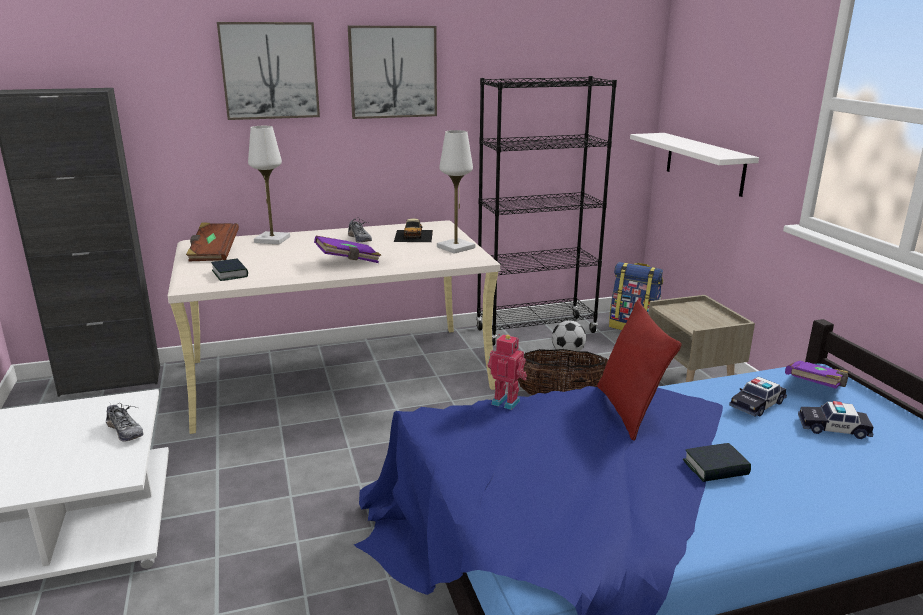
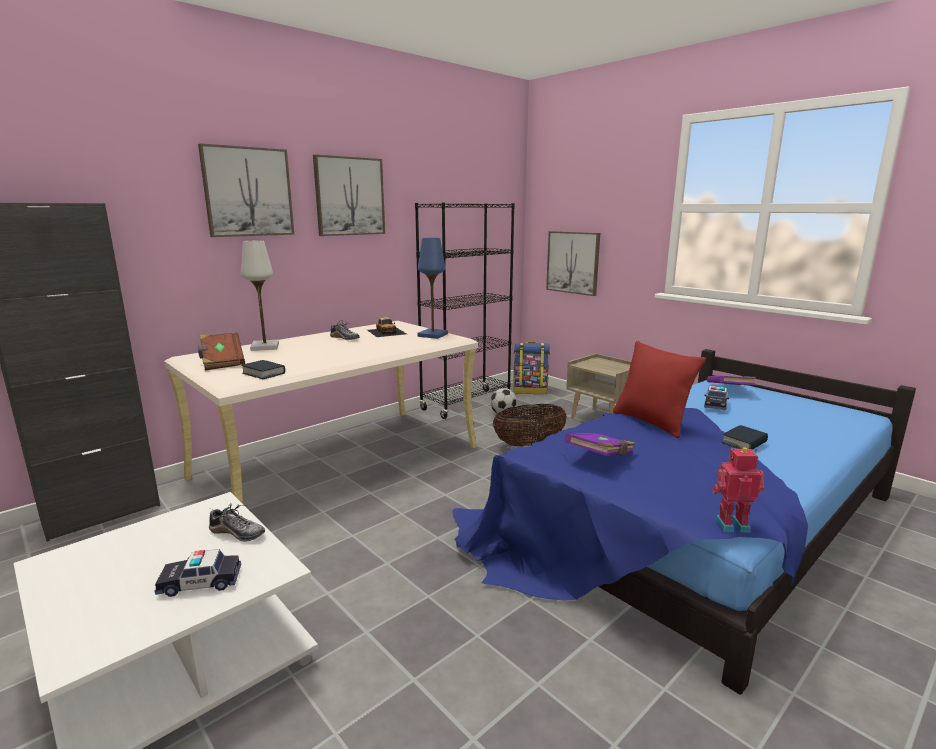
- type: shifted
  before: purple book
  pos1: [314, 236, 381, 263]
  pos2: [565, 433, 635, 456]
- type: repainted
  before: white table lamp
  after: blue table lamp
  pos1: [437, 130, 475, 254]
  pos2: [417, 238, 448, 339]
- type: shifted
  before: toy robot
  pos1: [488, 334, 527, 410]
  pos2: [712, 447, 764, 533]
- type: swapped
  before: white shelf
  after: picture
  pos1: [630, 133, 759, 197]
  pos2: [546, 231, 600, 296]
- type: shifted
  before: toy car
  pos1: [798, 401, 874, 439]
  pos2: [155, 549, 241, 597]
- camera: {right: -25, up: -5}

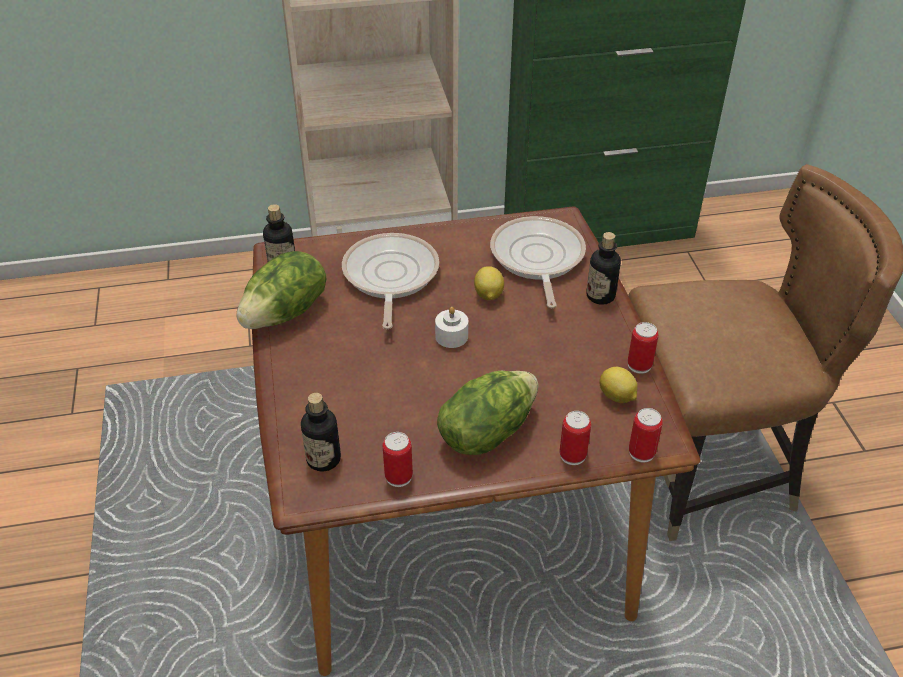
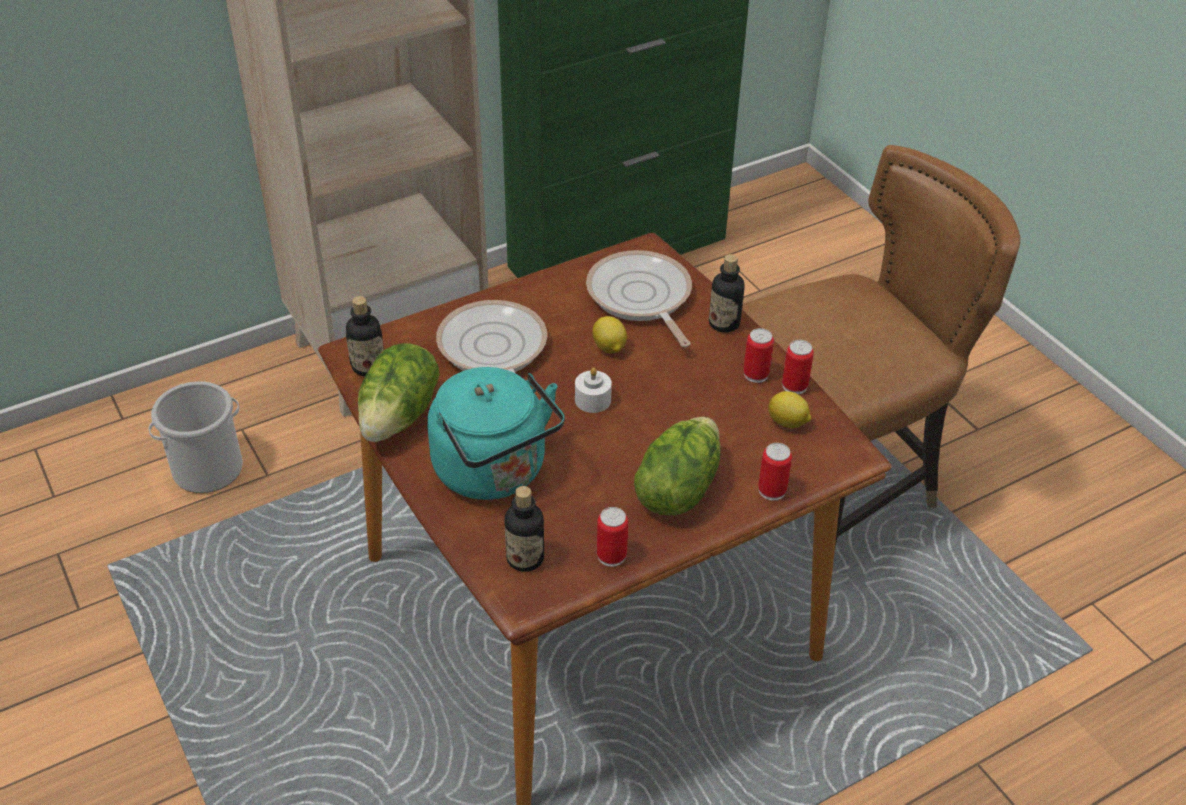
- type: shifted
  before: can
  pos1: [629, 408, 663, 462]
  pos2: [743, 328, 774, 383]
- type: new
  after: bucket
  pos2: [148, 381, 243, 493]
- type: new
  after: turquoise kettle
  pos2: [427, 367, 565, 500]
- camera: {right: -20, up: 0}

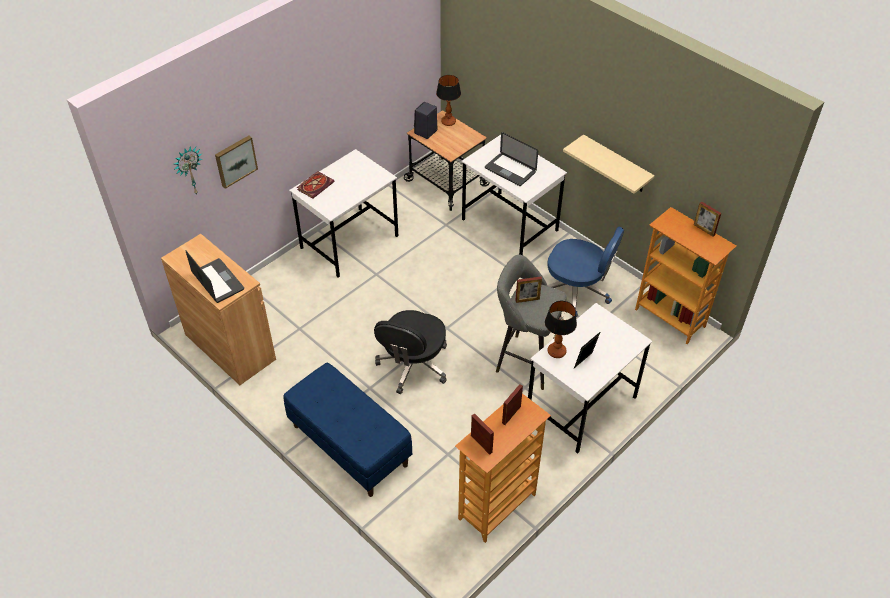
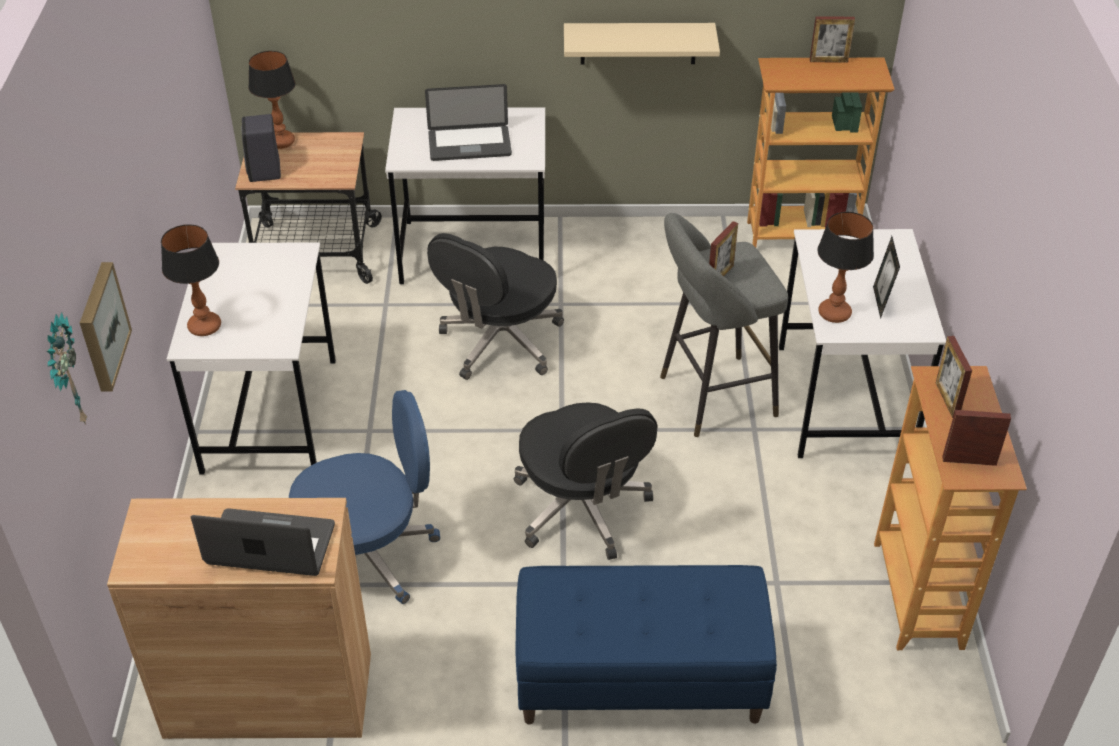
- type: swapped
  before: book
  after: table lamp
  pos1: [297, 171, 334, 199]
  pos2: [161, 224, 221, 336]
- type: shifted
  before: blue office chair
  pos1: [547, 227, 624, 317]
  pos2: [289, 390, 440, 604]
- type: new
  after: black office chair
  pos2: [427, 233, 564, 380]
- camera: {right: -45, up: -5}

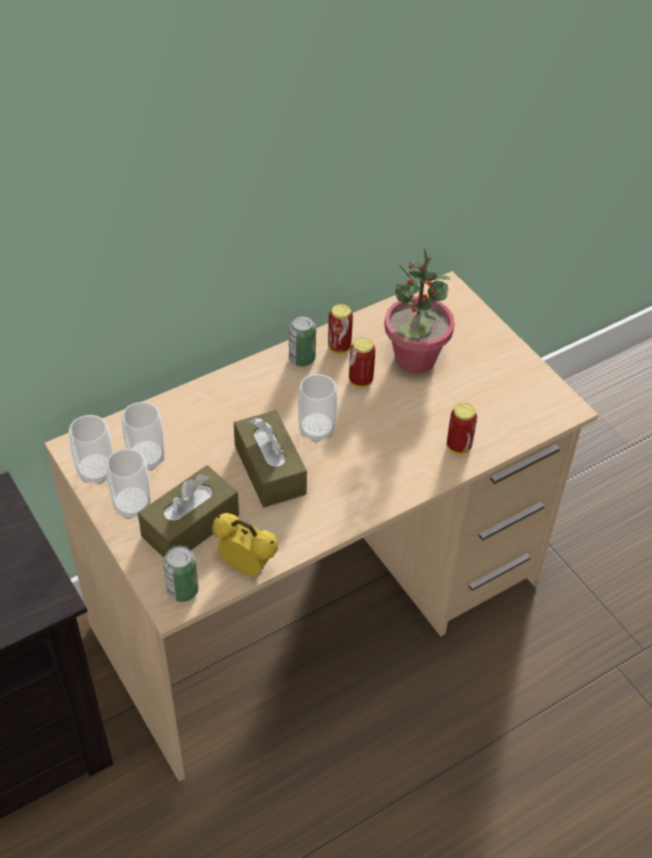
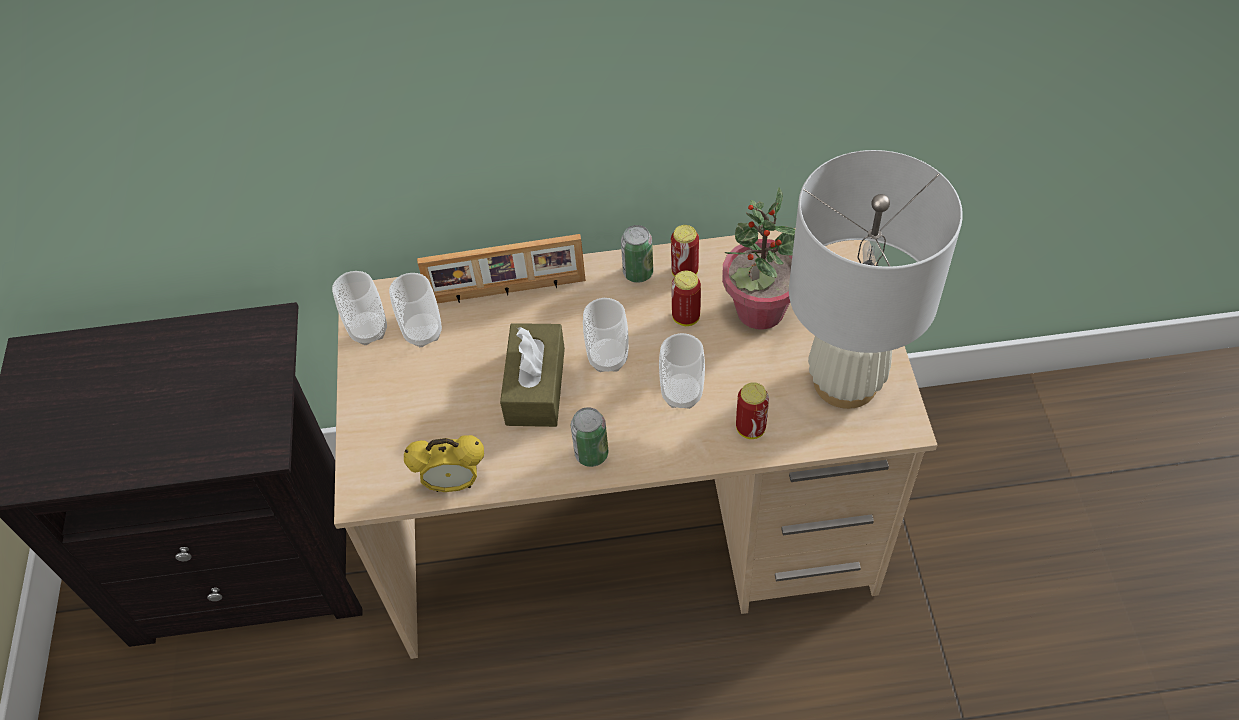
- type: shifted
  before: cup
  pos1: [106, 449, 151, 519]
  pos2: [659, 333, 705, 409]
- type: gone
  before: brown tissue box
  pos1: [138, 465, 239, 558]
- type: shifted
  before: can
  pos1: [163, 546, 199, 602]
  pos2: [571, 407, 608, 467]
- type: rotated
  before: alarm clock
  pos1: [212, 513, 278, 575]
  pos2: [404, 435, 484, 492]
  turn: 120
- type: new
  after: picture frame
  pos2: [417, 234, 586, 304]
- type: new
  after: white table lamp
  pos2: [789, 150, 963, 409]
- camera: {right: 30, up: 5}

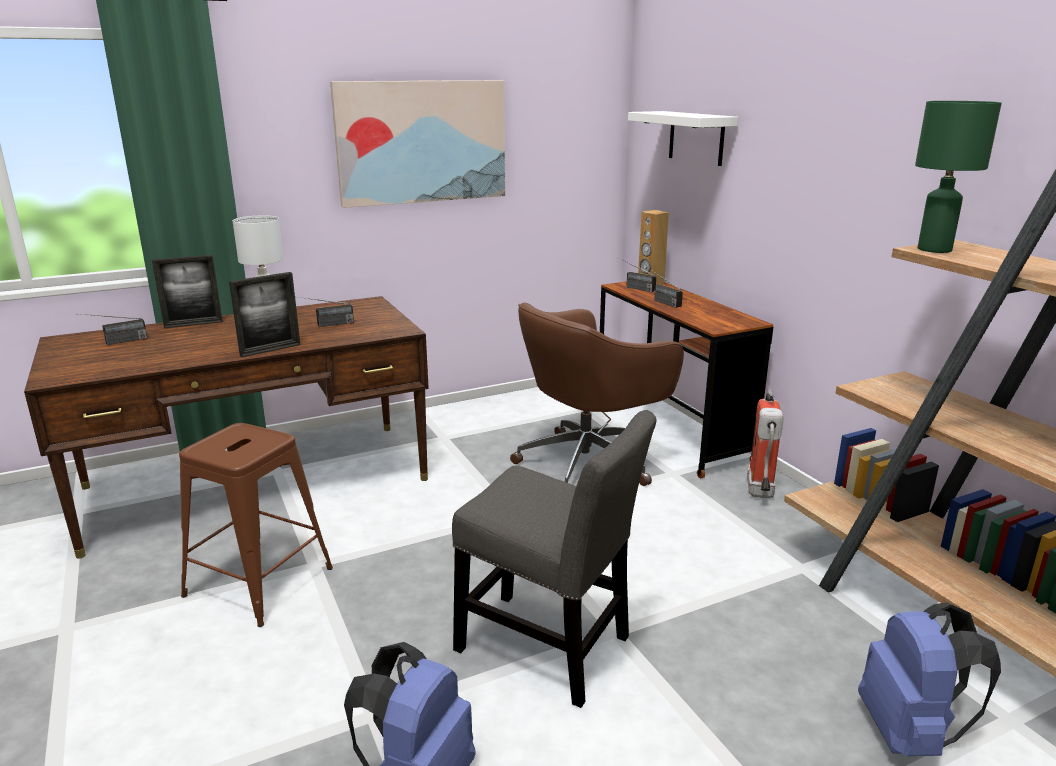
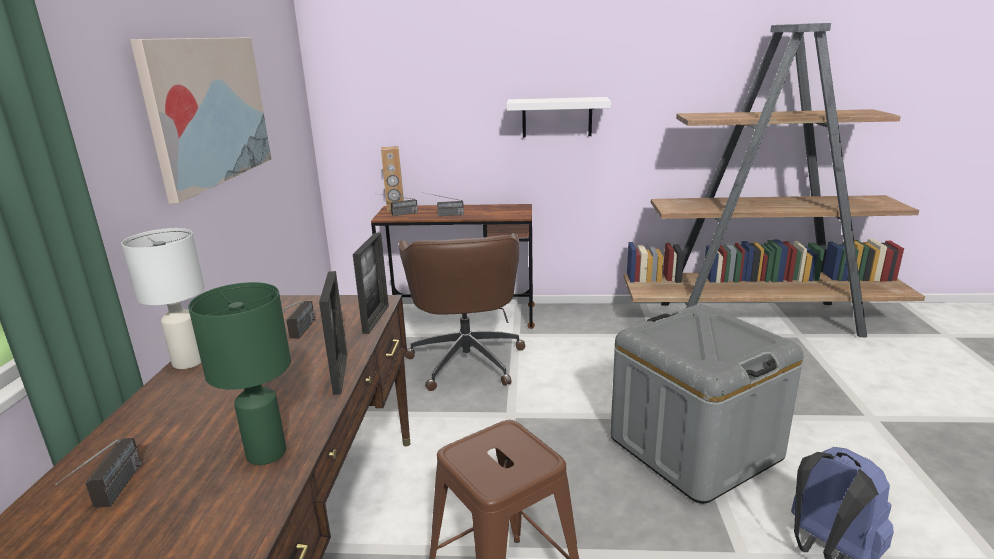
- type: shifted
  before: picture frame
  pos1: [152, 255, 223, 328]
  pos2: [353, 233, 389, 334]
- type: swapped
  before: grey chair
  after: grey storage box
  pos1: [452, 410, 656, 708]
  pos2: [611, 304, 803, 504]
- type: shifted
  before: white shelf
  pos1: [628, 111, 738, 166]
  pos2: [506, 97, 611, 138]
- type: gone
  before: fire extinguisher
  pos1: [747, 389, 784, 498]
- type: gone
  before: blue backpack
  pos1: [858, 602, 1001, 756]
- type: shifted
  before: green table lamp
  pos1: [915, 101, 1002, 253]
  pos2: [188, 282, 291, 465]
- camera: {right: -60, up: 0}

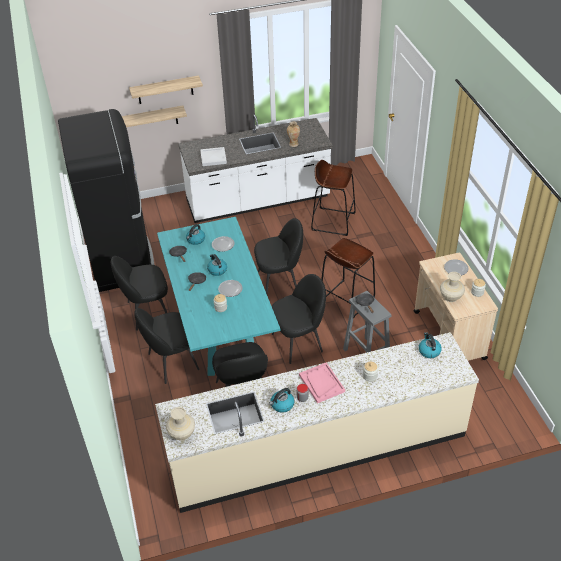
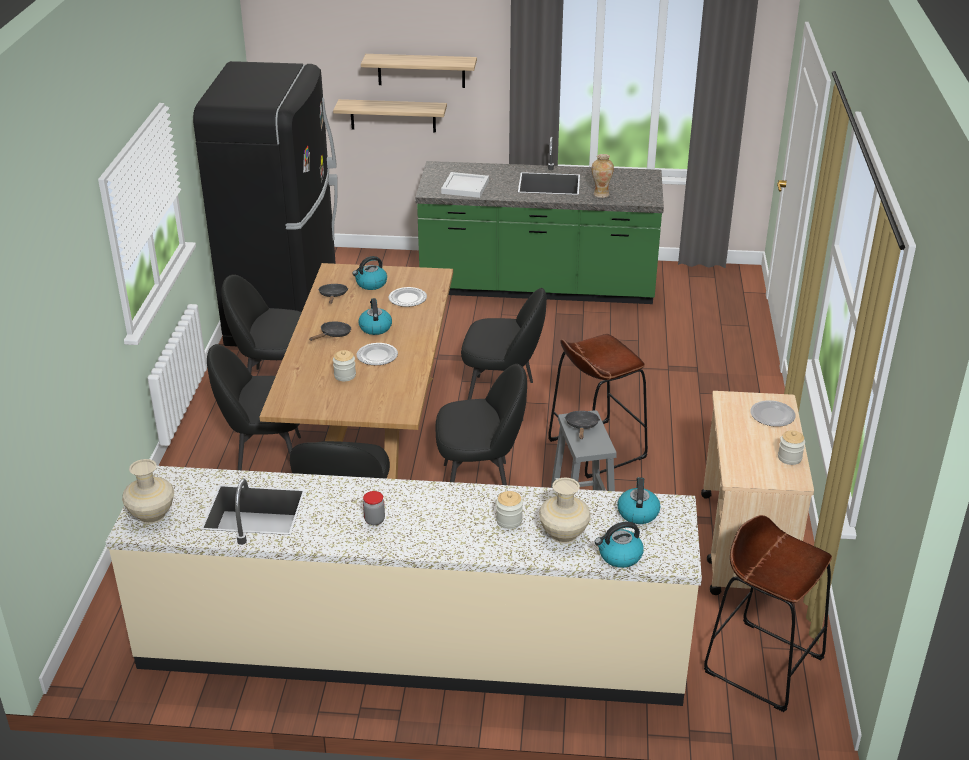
- type: repainted
  before: turquoise dining table
  after: brown dining table
  pos1: [157, 217, 280, 376]
  pos2: [259, 263, 453, 479]
- type: repainted
  before: white counter
  after: green counter
  pos1: [178, 115, 333, 223]
  pos2: [415, 137, 664, 304]
- type: shifted
  before: kettle
  pos1: [269, 388, 294, 413]
  pos2: [595, 522, 644, 568]
- type: gone
  before: pink tray
  pos1: [299, 362, 345, 403]
- type: shifted
  before: brown stool
  pos1: [311, 160, 356, 236]
  pos2: [704, 515, 832, 712]
- type: shifted
  before: beige vase
  pos1: [440, 272, 465, 302]
  pos2: [539, 477, 591, 544]
- camera: {right: 20, up: -10}

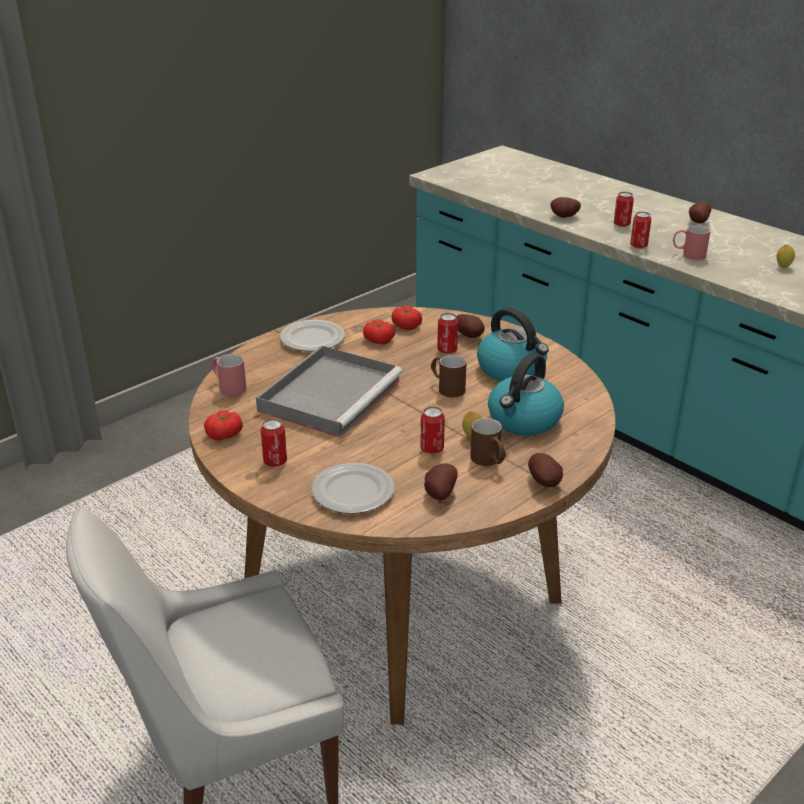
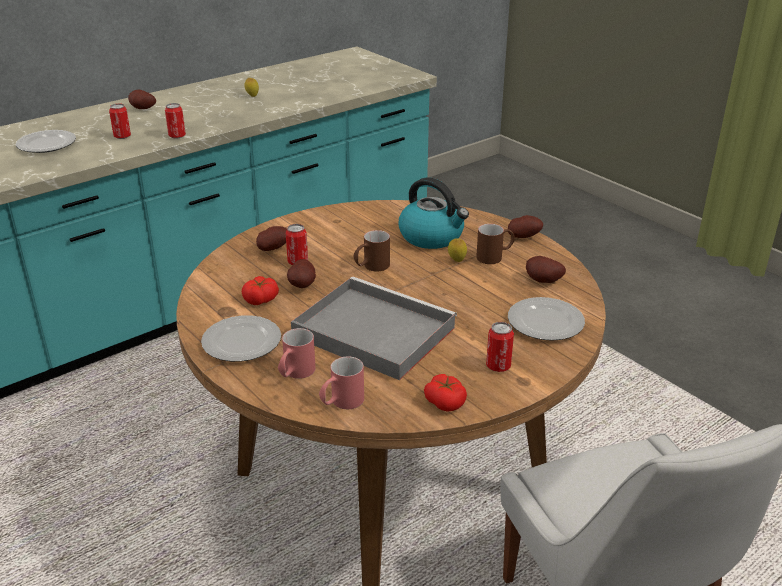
- type: gone
  before: tomato
  pos1: [391, 305, 422, 330]
- type: gone
  before: can
  pos1: [421, 406, 445, 454]
- type: gone
  before: kettle
  pos1: [477, 307, 549, 381]
- type: shifted
  before: potato
  pos1: [551, 197, 581, 218]
  pos2: [287, 259, 316, 288]
- type: shifted
  before: red mug
  pos1: [673, 225, 711, 260]
  pos2: [278, 328, 316, 379]
- type: new
  after: plate
  pos2: [16, 130, 76, 153]
- camera: {right: -85, up: 0}

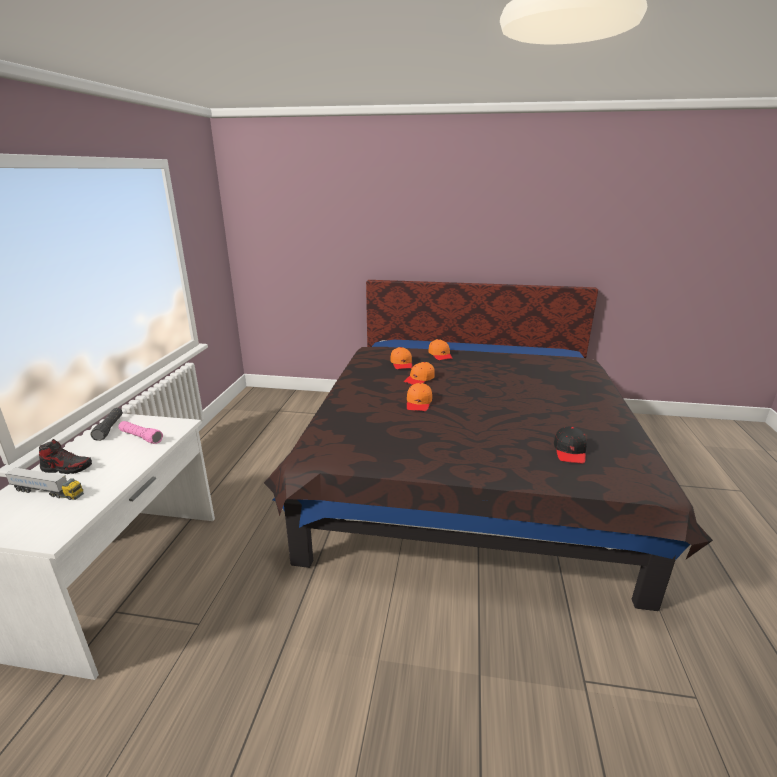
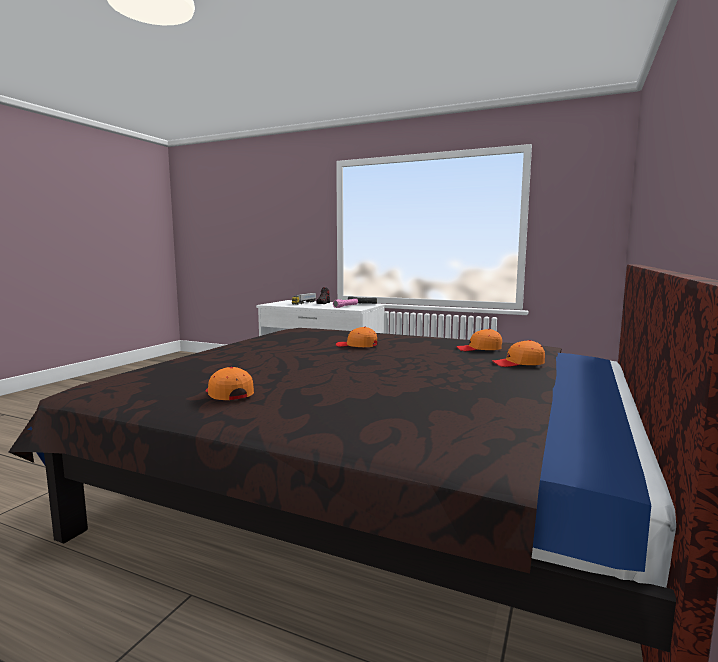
- type: shifted
  before: orange cap
  pos1: [404, 362, 435, 385]
  pos2: [205, 367, 254, 400]
- type: gone
  before: black cap
  pos1: [554, 426, 587, 464]
- camera: {right: 105, up: -15}

